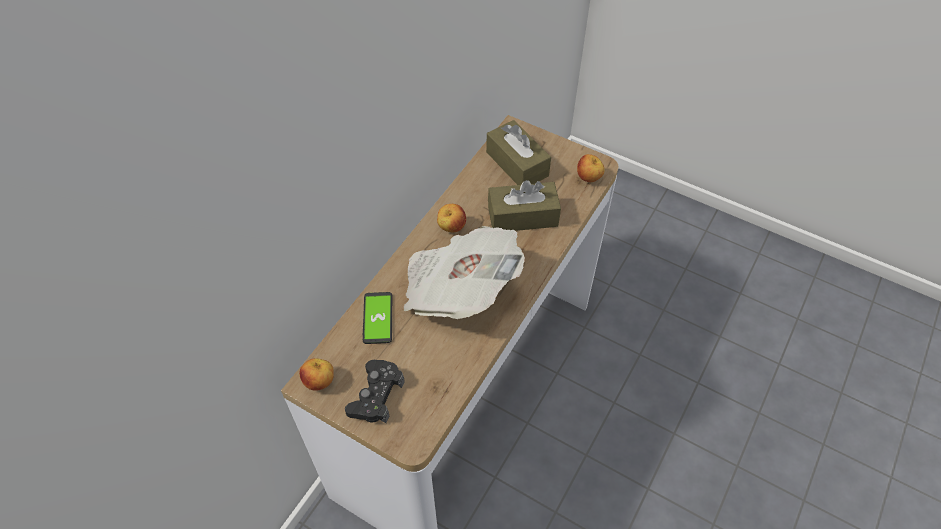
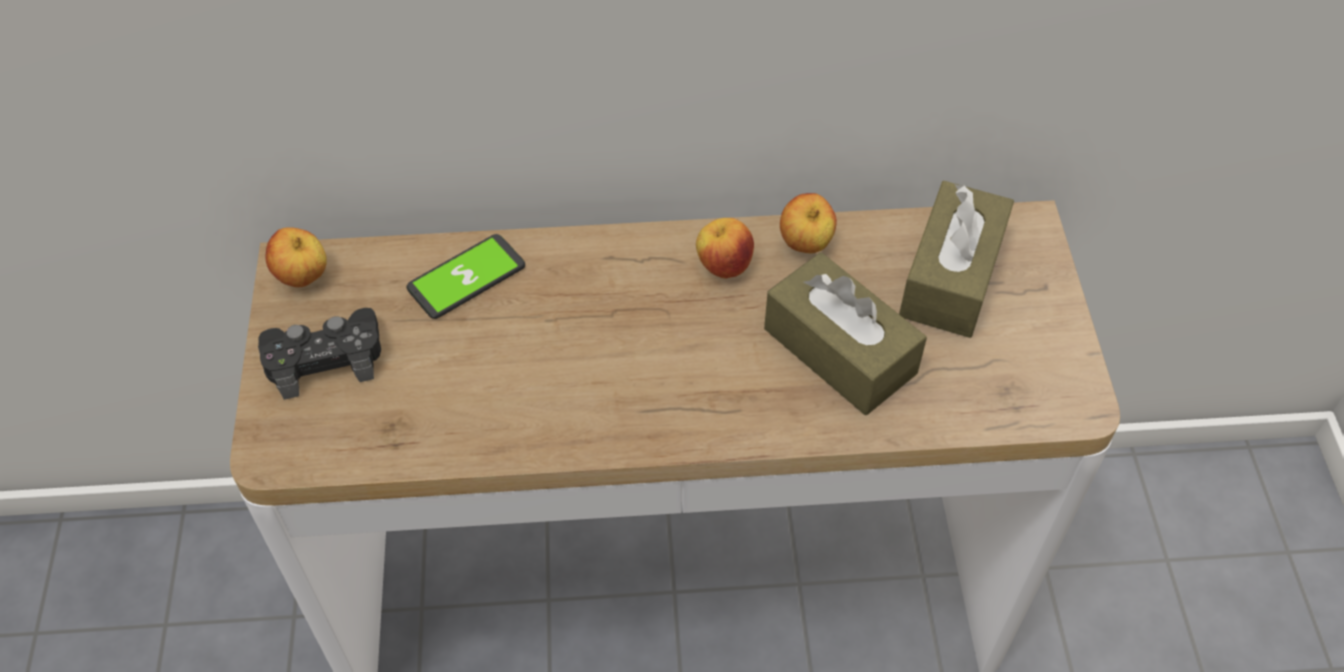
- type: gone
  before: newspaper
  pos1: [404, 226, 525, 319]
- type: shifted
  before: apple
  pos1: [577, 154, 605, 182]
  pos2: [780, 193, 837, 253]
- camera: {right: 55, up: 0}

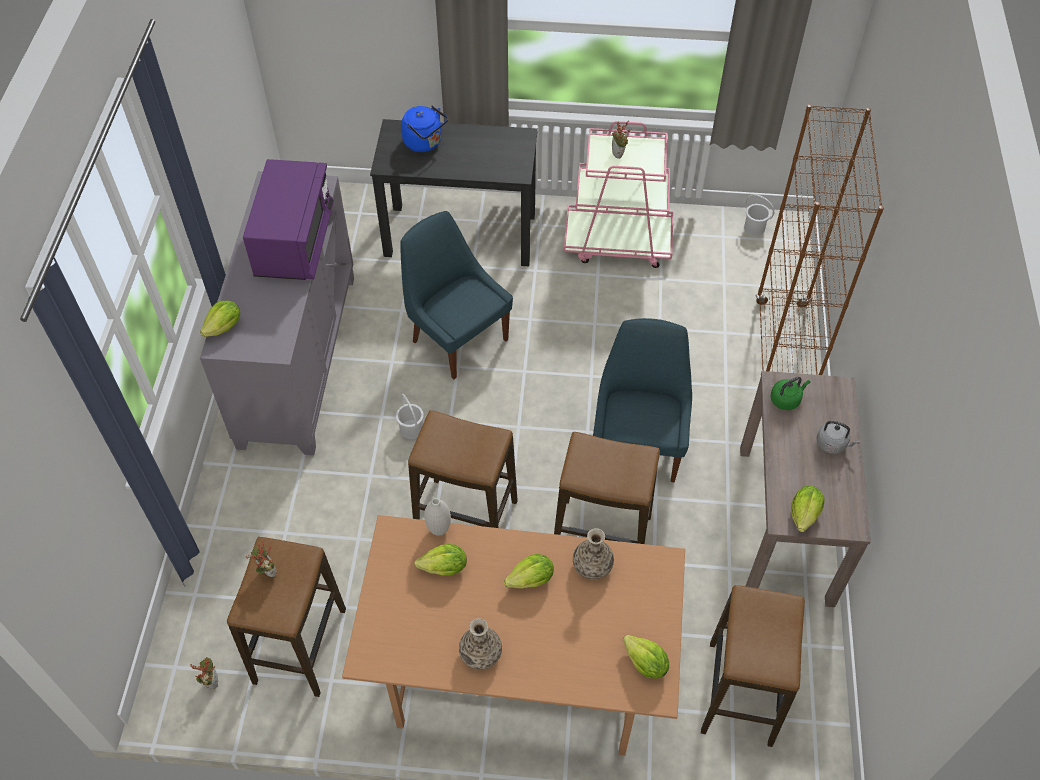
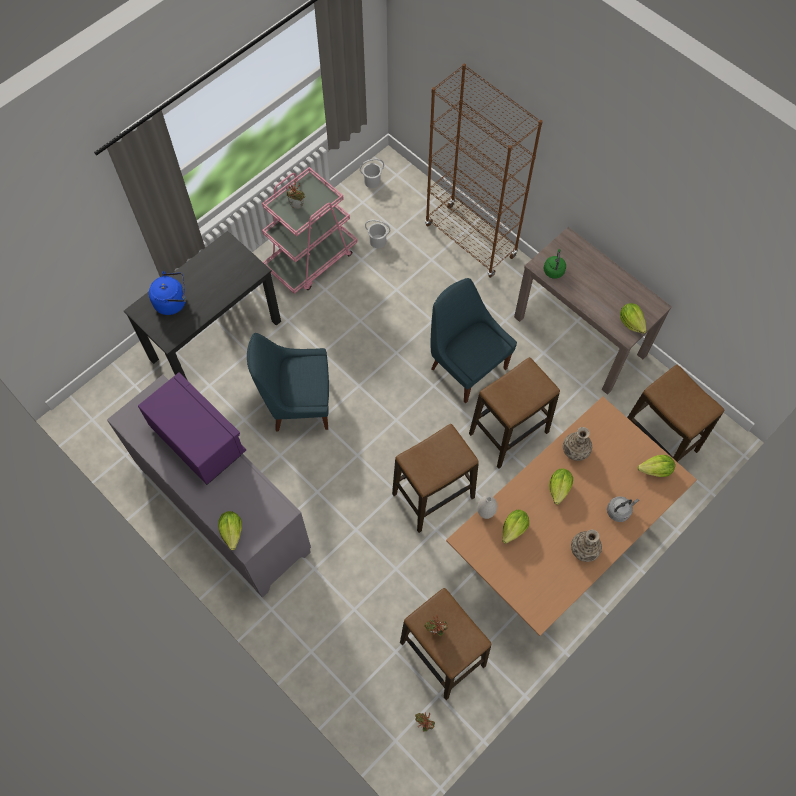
- type: shifted
  before: white bucket
  pos1: [396, 394, 424, 439]
  pos2: [365, 220, 390, 248]
- type: shifted
  before: grey kettle
  pos1: [817, 421, 860, 454]
  pos2: [607, 496, 639, 522]
- camera: {right: -50, up: 10}

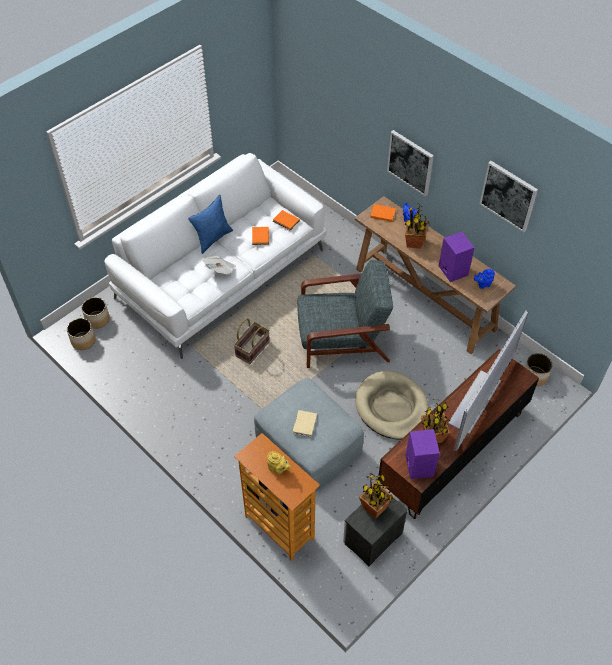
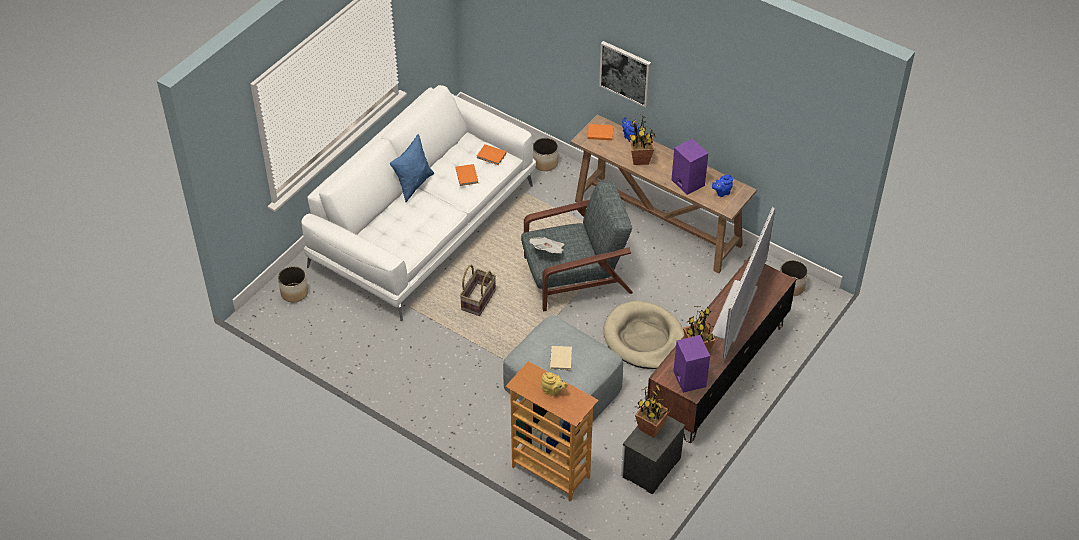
- type: shifted
  before: planter
  pos1: [67, 318, 96, 350]
  pos2: [533, 138, 558, 171]
- type: shifted
  before: newspaper
  pos1: [203, 257, 236, 274]
  pos2: [529, 237, 564, 253]
- type: gone
  before: picture
  pos1: [479, 161, 538, 232]
- camera: {right: -10, up: -5}

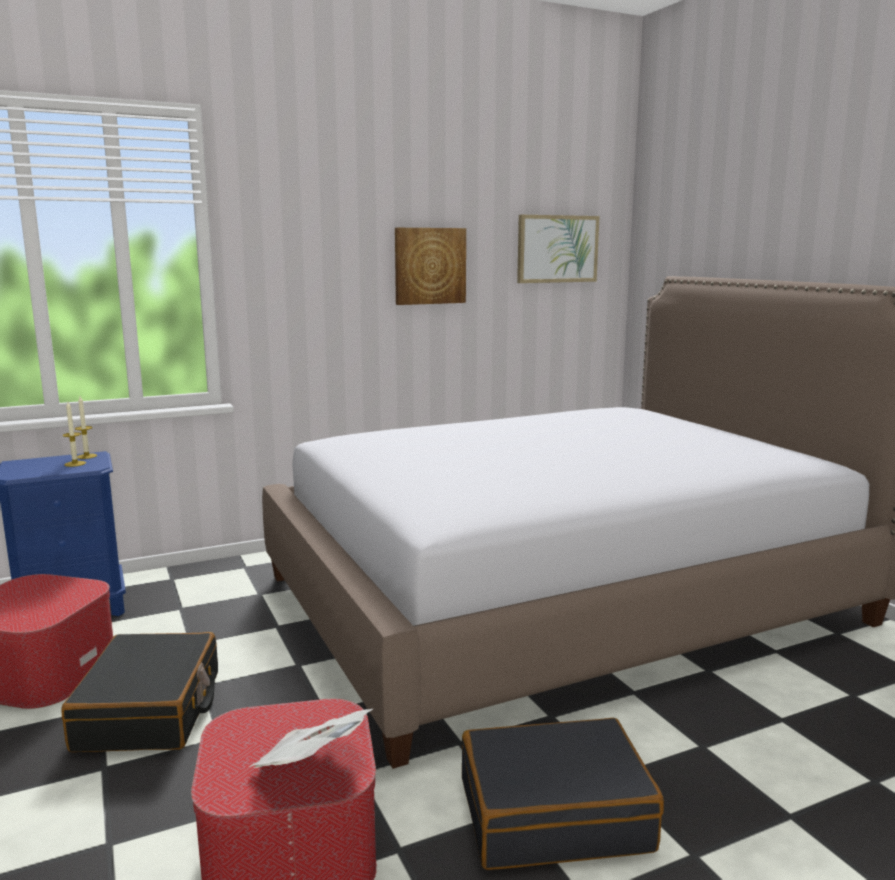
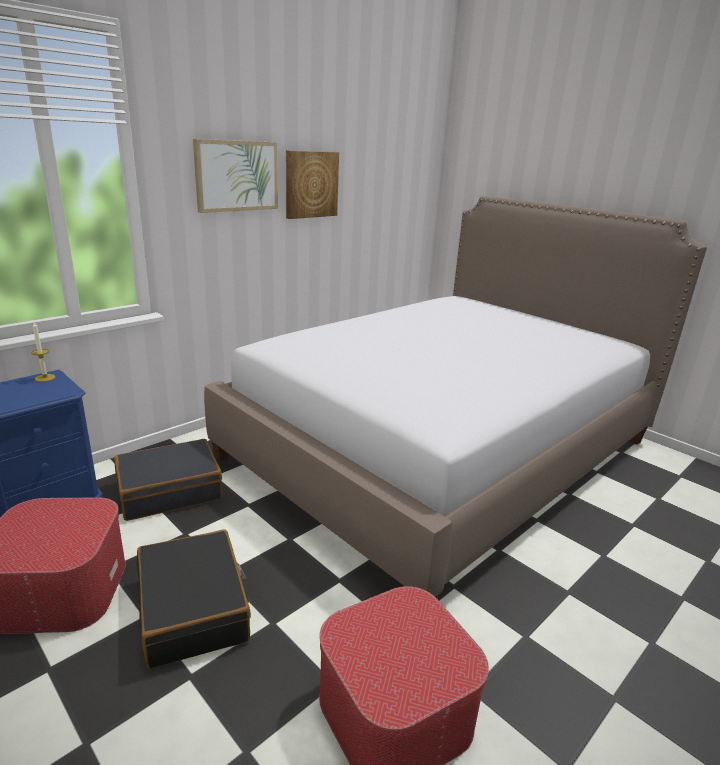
- type: gone
  before: candle
  pos1: [62, 402, 86, 467]
- type: gone
  before: newspaper
  pos1: [249, 709, 373, 768]
- type: shifted
  before: black suitcase
  pos1: [462, 717, 664, 870]
  pos2: [114, 439, 222, 521]
- type: shifted
  before: picture
  pos1: [517, 215, 600, 283]
  pos2: [193, 139, 278, 213]
- camera: {right: -20, up: 10}

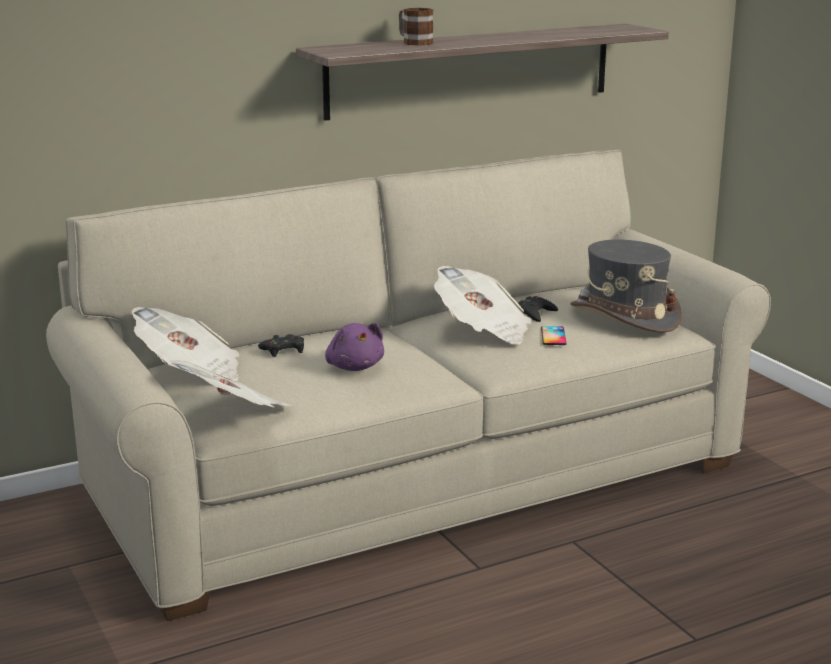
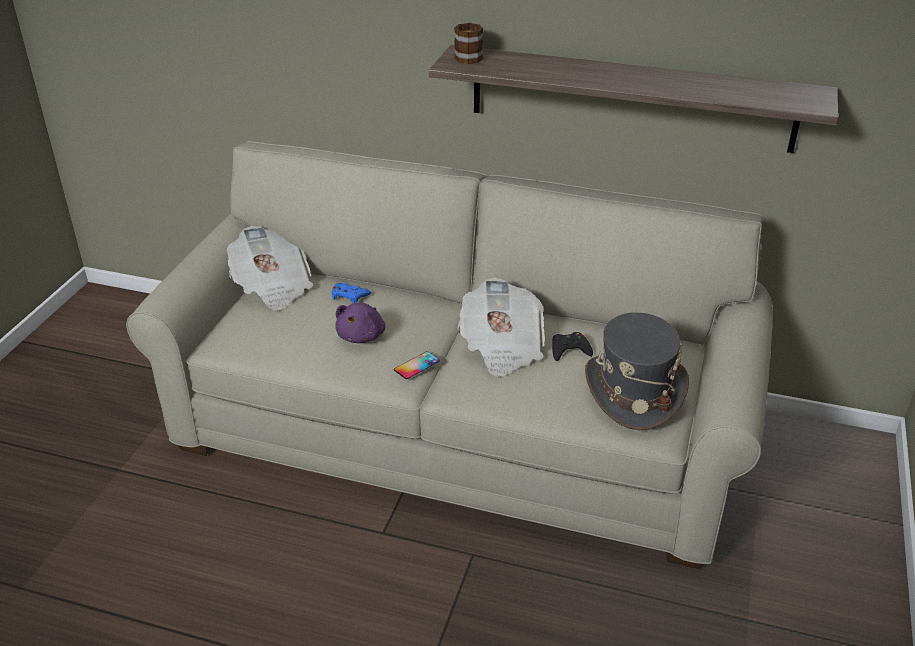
- type: gone
  before: newspaper
  pos1: [167, 360, 292, 407]
- type: repainted
  before: black game controller
  after: blue game controller
  pos1: [258, 334, 304, 357]
  pos2: [332, 282, 371, 303]
- type: shifted
  before: mug
  pos1: [399, 8, 433, 46]
  pos2: [454, 22, 483, 64]
- type: shifted
  before: phone
  pos1: [541, 326, 566, 345]
  pos2: [394, 351, 440, 379]
- camera: {right: 45, up: 15}

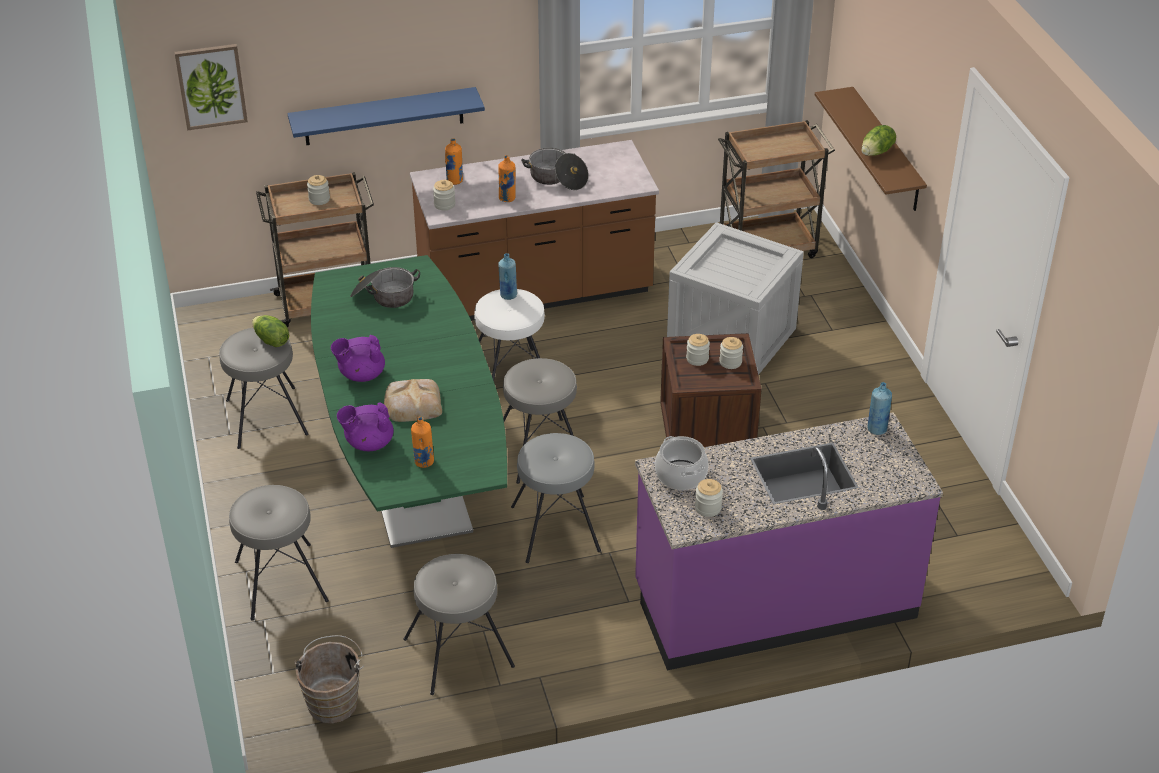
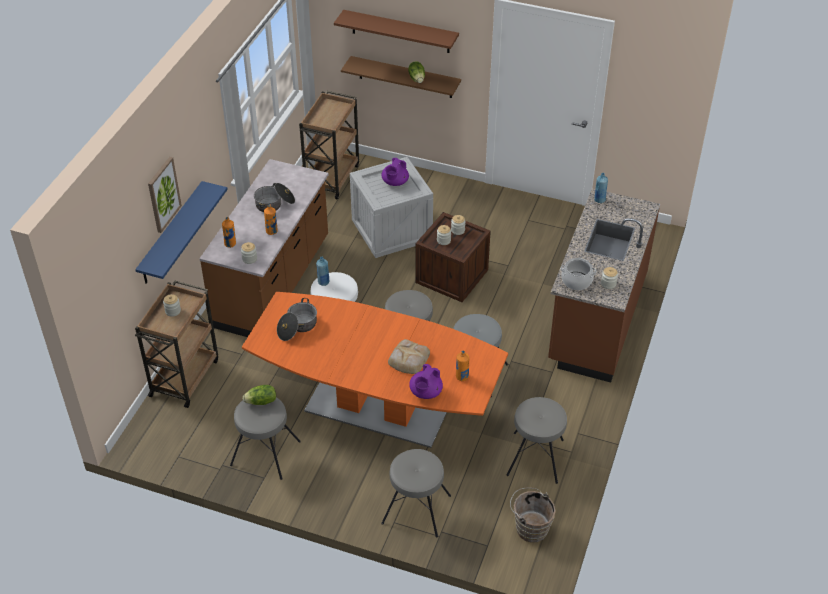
- type: shifted
  before: picture
  pos1: [174, 44, 248, 130]
  pos2: [148, 157, 182, 233]
- type: repainted
  before: green dining table
  after: orange dining table
  pos1: [311, 255, 507, 548]
  pos2: [242, 292, 508, 448]
- type: shifted
  before: purple teapot
  pos1: [331, 335, 385, 382]
  pos2: [381, 158, 409, 186]
- type: repainted
  before: purple counter
  after: brown counter
  pos1: [635, 412, 943, 670]
  pos2: [548, 188, 660, 383]
- type: new
  after: brown shelf
  pos2: [334, 10, 459, 53]
- camera: {right: -55, up: 5}

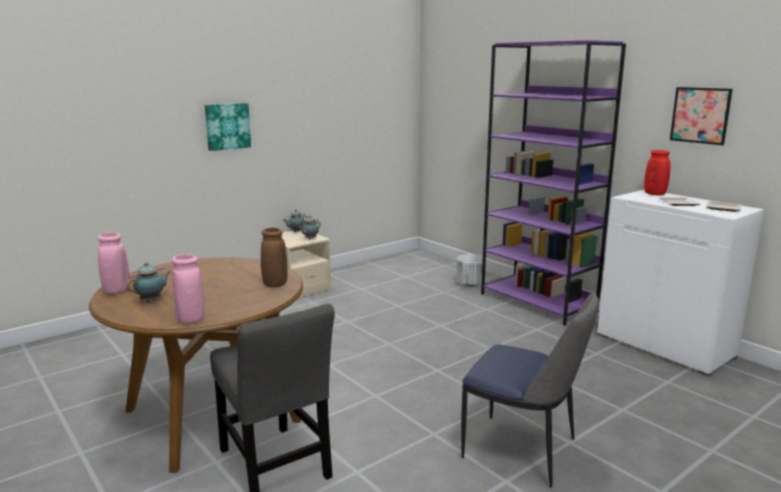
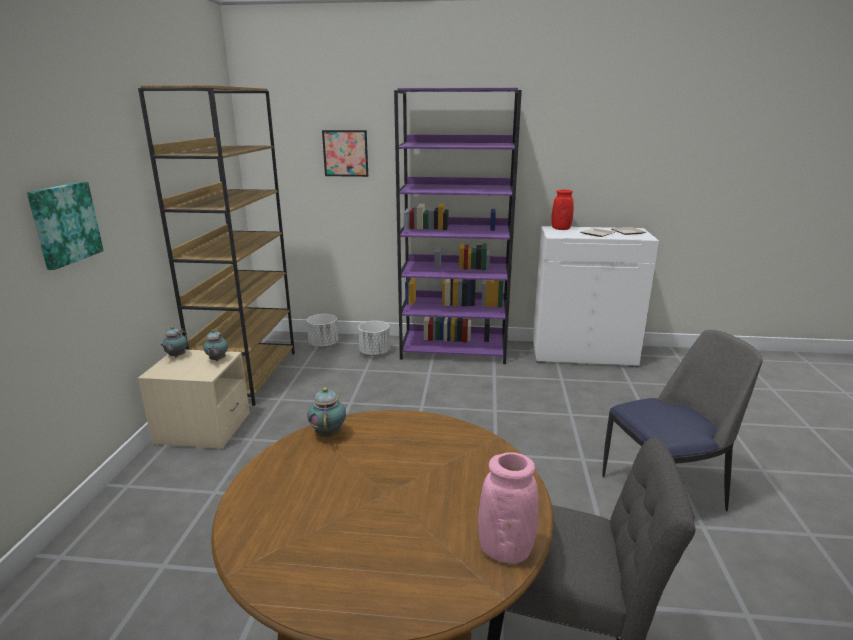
- type: gone
  before: pink vase
  pos1: [98, 232, 130, 294]
- type: shifted
  before: teapot
  pos1: [126, 262, 171, 302]
  pos2: [308, 387, 346, 437]
- type: gone
  before: brown vase
  pos1: [261, 228, 288, 287]
- type: shifted
  before: picture
  pos1: [670, 87, 733, 145]
  pos2: [322, 130, 368, 177]
- type: new
  after: brown bookcase
  pos2: [138, 85, 295, 406]
- type: new
  after: white planter
  pos2: [307, 314, 338, 348]
- camera: {right: -45, up: 5}

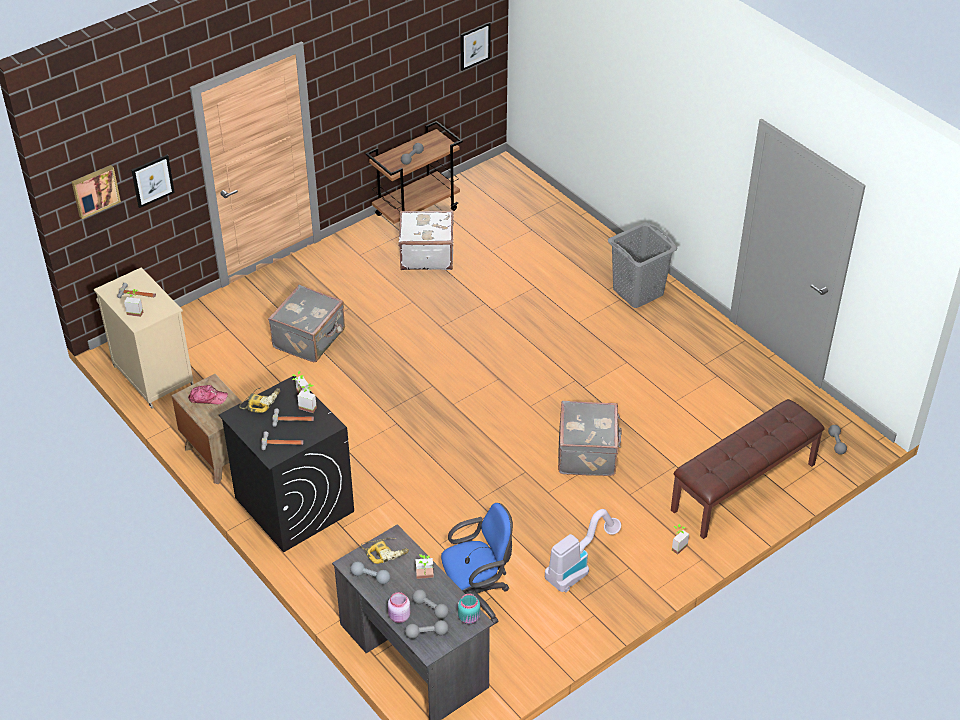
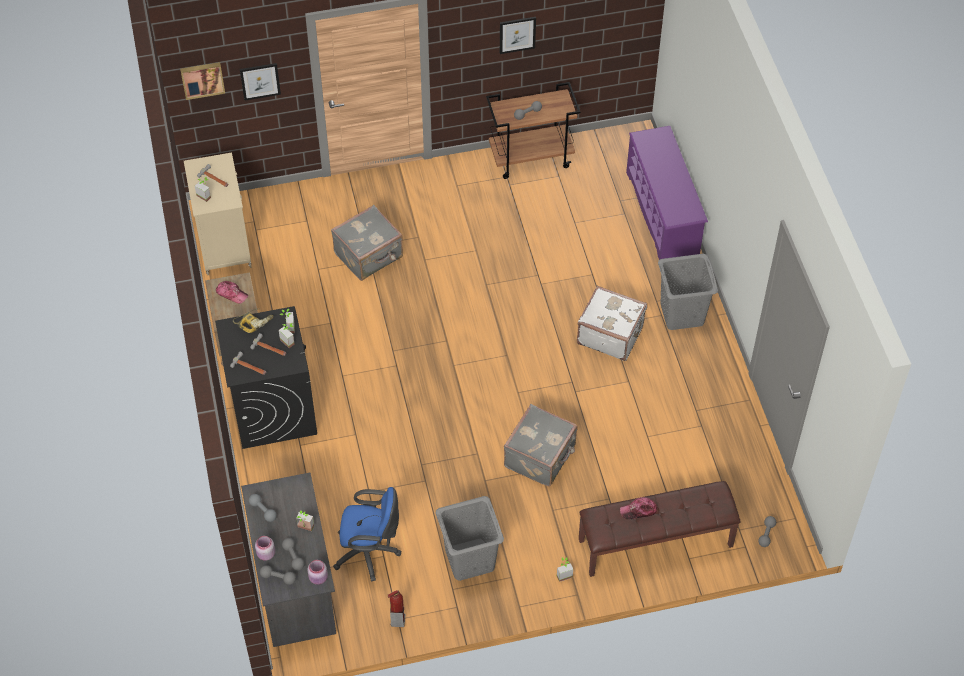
- type: gone
  before: power drill
  pos1: [361, 538, 409, 564]
- type: shifted
  before: white suitcase
  pos1: [399, 210, 454, 270]
  pos2: [577, 286, 647, 361]
- type: repainted
  before: turquoise jar
  after: pink jar
  pos1: [458, 594, 480, 624]
  pos2: [308, 560, 328, 585]
- type: shifted
  before: picture
  pos1: [460, 22, 490, 71]
  pos2: [500, 17, 536, 54]
- type: swapped
  before: vacuum cleaner
  after: grey laundry basket
  pos1: [545, 509, 621, 592]
  pos2: [436, 496, 504, 581]
- type: new
  after: fire extinguisher
  pos2: [388, 590, 405, 627]
- type: new
  after: cap
  pos2: [620, 497, 657, 519]
- type: new
  after: purple shoe rack
  pos2: [626, 126, 708, 260]
- camera: {right: 25, up: 10}

